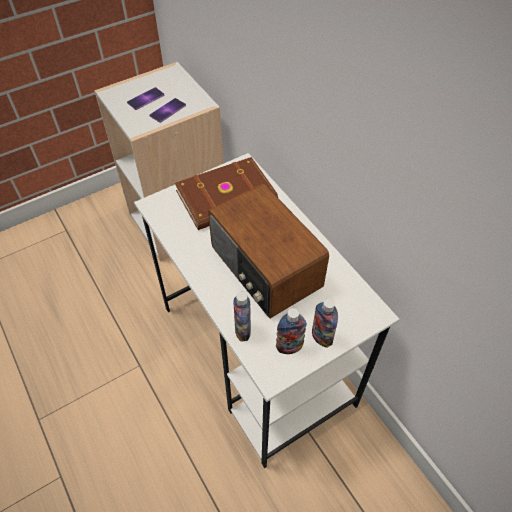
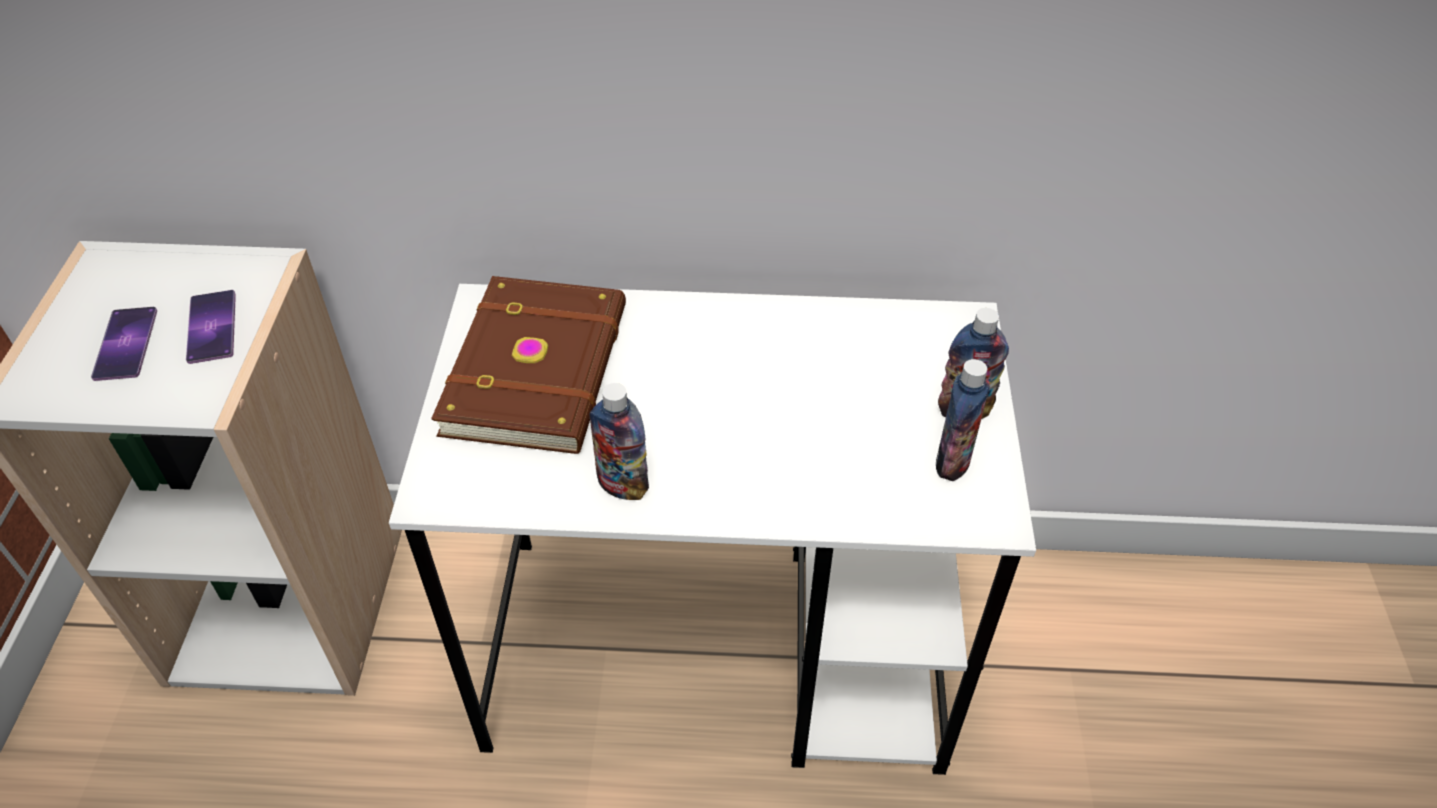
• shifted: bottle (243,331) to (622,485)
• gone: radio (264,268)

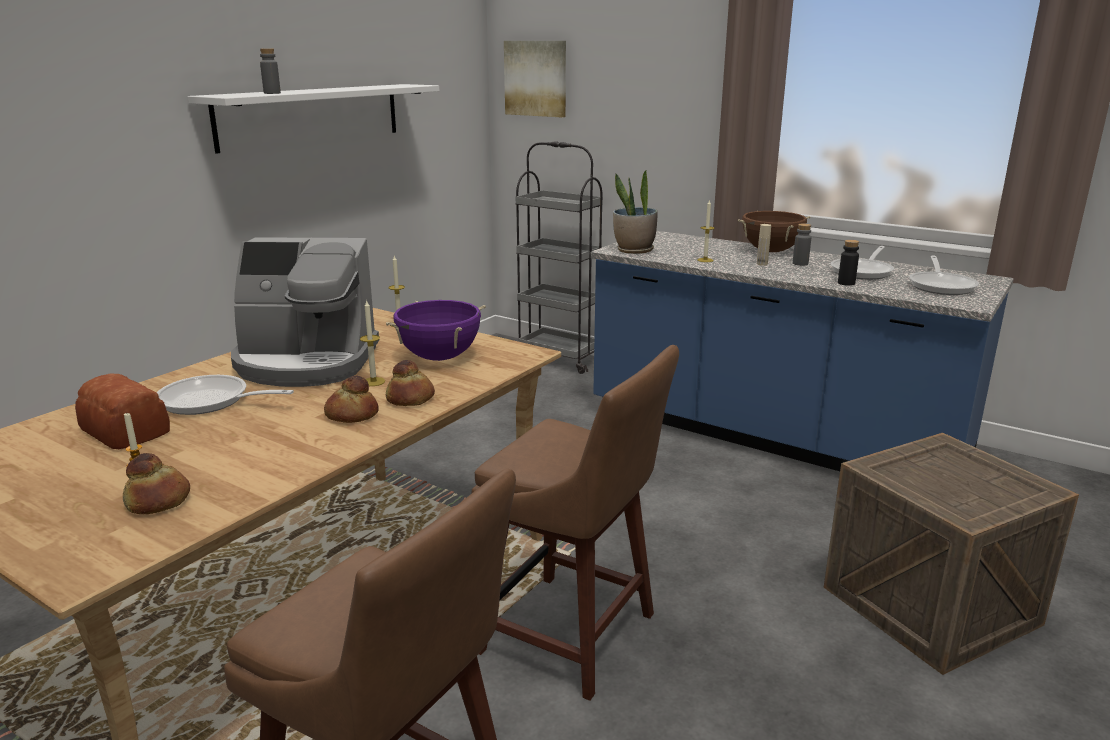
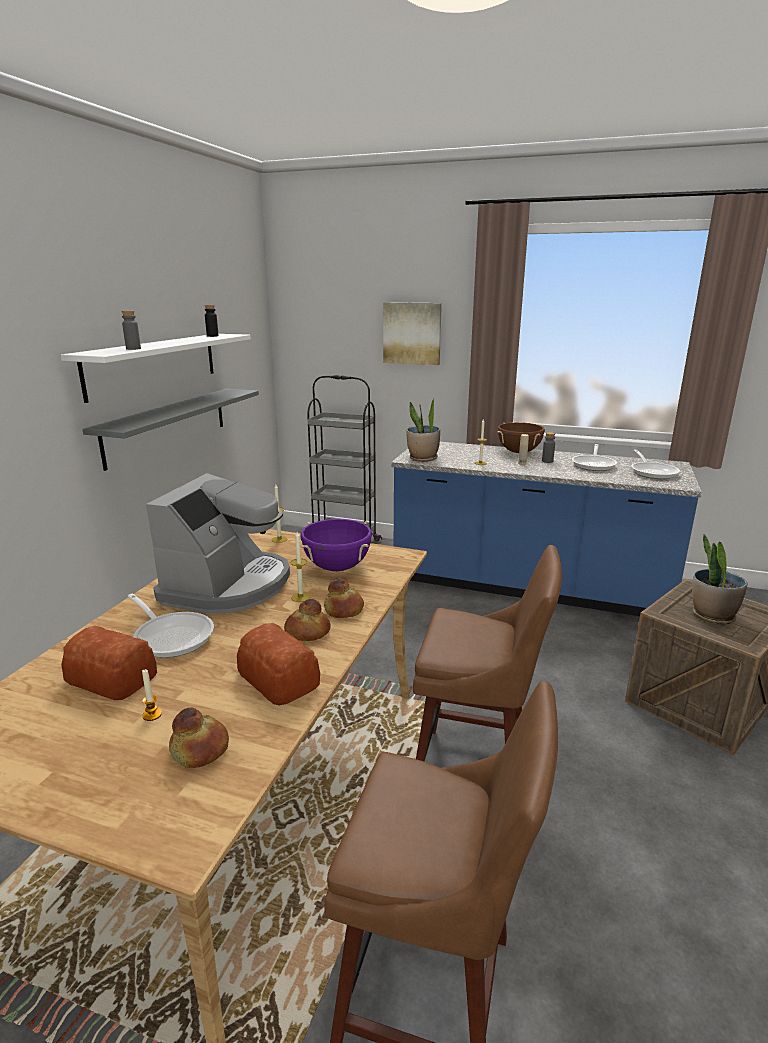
• new: shelf in grey (168,425)
• rotated: pan (210,401) = (171,636) 135 degrees counterclockwise
• rotated: coffee machine (306,363) = (228,585) 60 degrees counterclockwise
• shifted: bottle in black (846,283) to (212,336)
• new: baked bread (279,677)
• shifted: picture (536,78) to (412,333)
• new: potted plant (712,616)

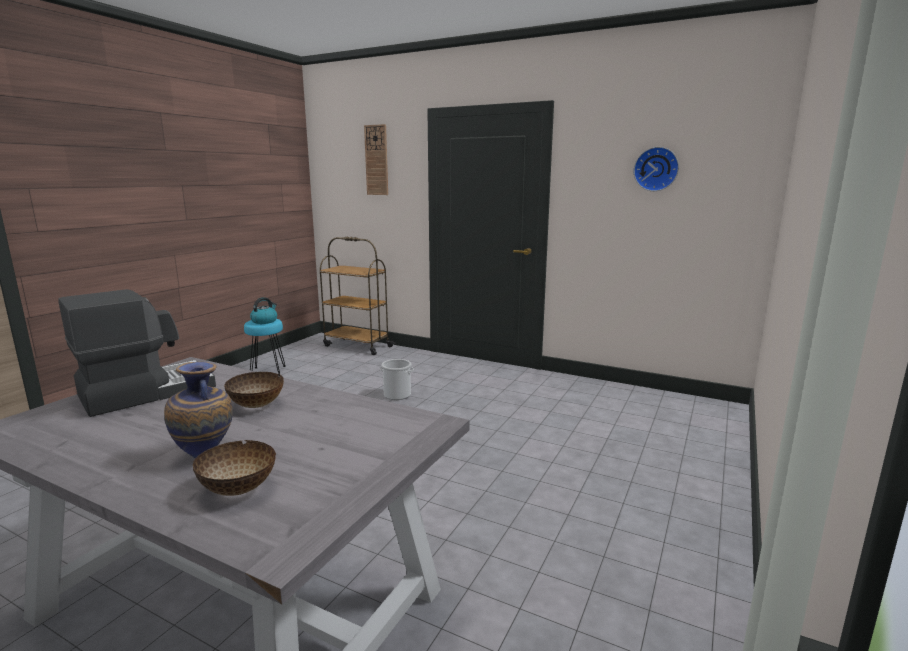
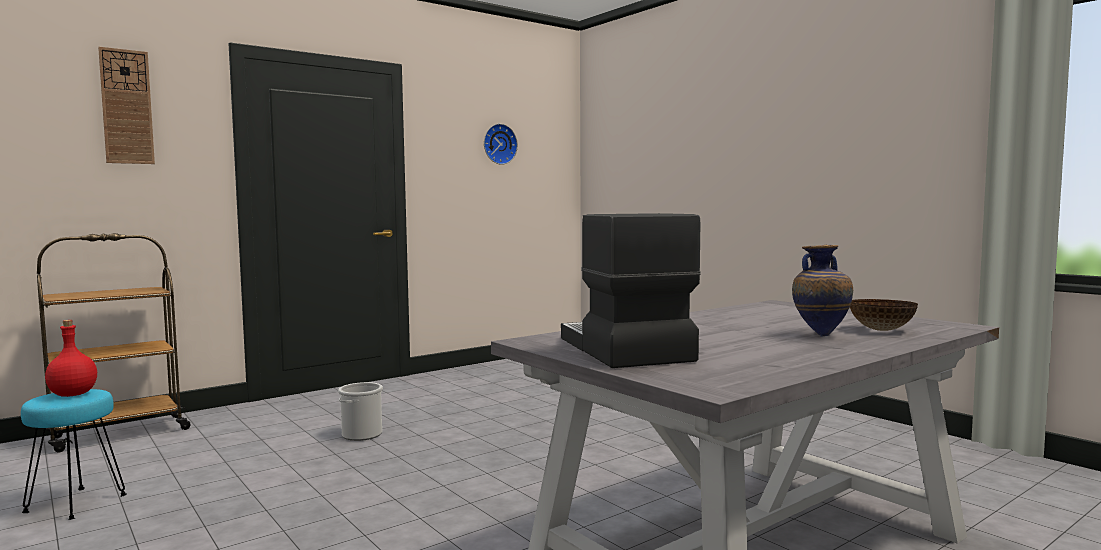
• swapped: tea kettle (264,321) to bottle in red-coloured (72,395)
• gone: bowl (256,405)

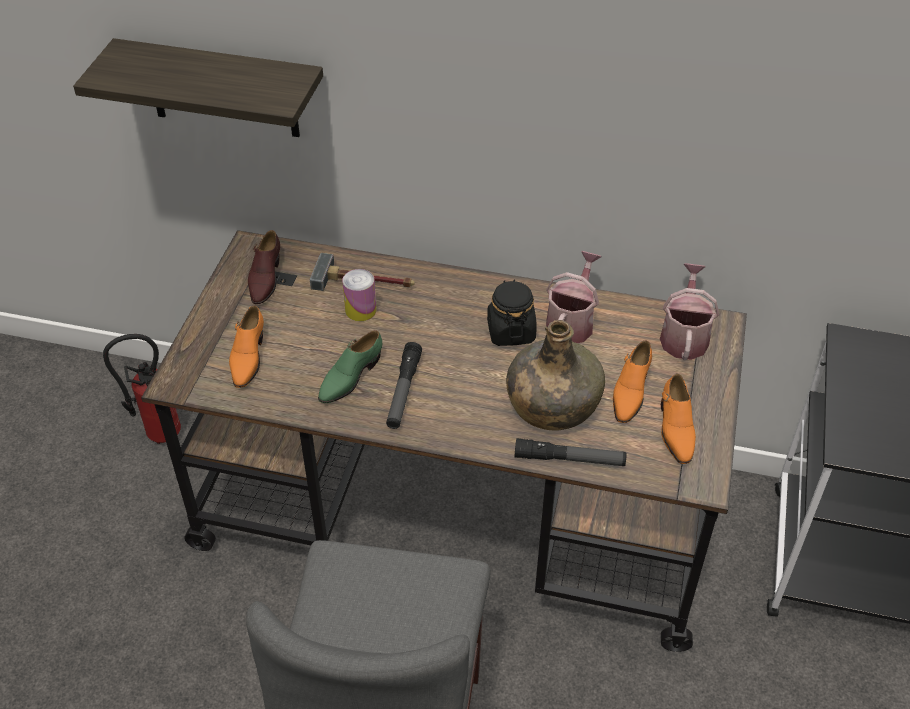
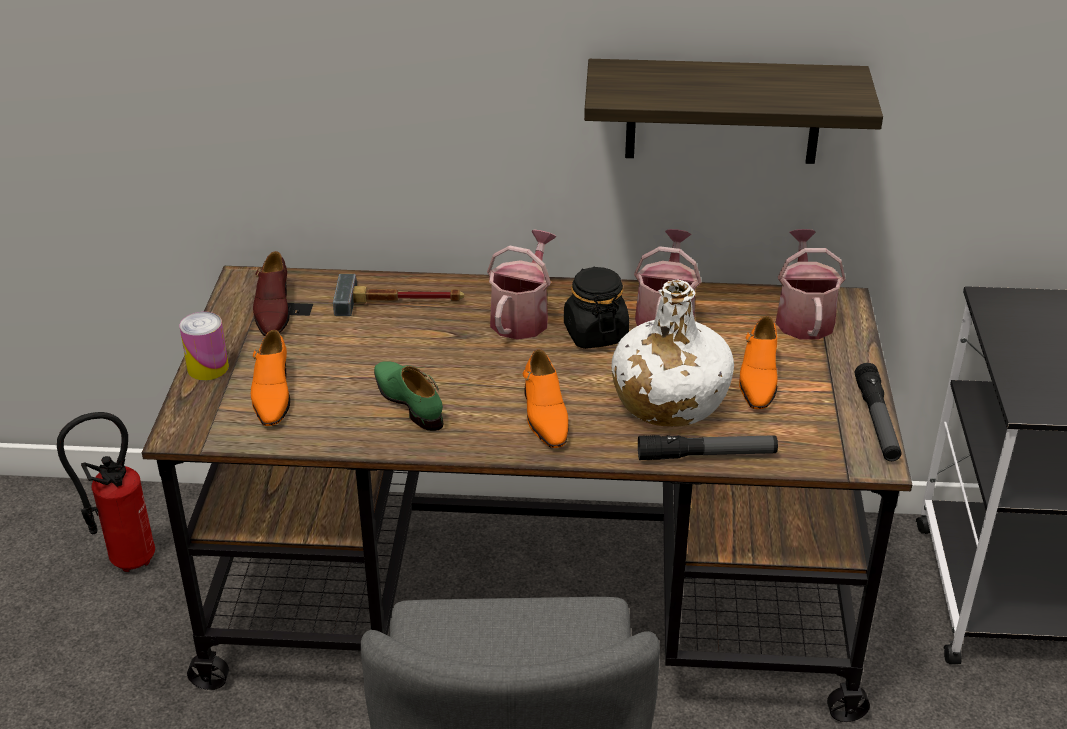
• shifted: metal can (360,310) to (208,368)
• rotated: item of footwear in green-coloured (350,377) = (409,401) 120 degrees clockwise
• new: sprinkling can (522,316)
• shifted: item of footwear in orange-coloured (675,429) to (544,416)
• shifted: shelf (222,89) to (723,111)
• repainted: bottle in green-coloured (552,405) to bottle in white-coloured (668,402)
• shifted: flashlight (403,391) to (877,421)

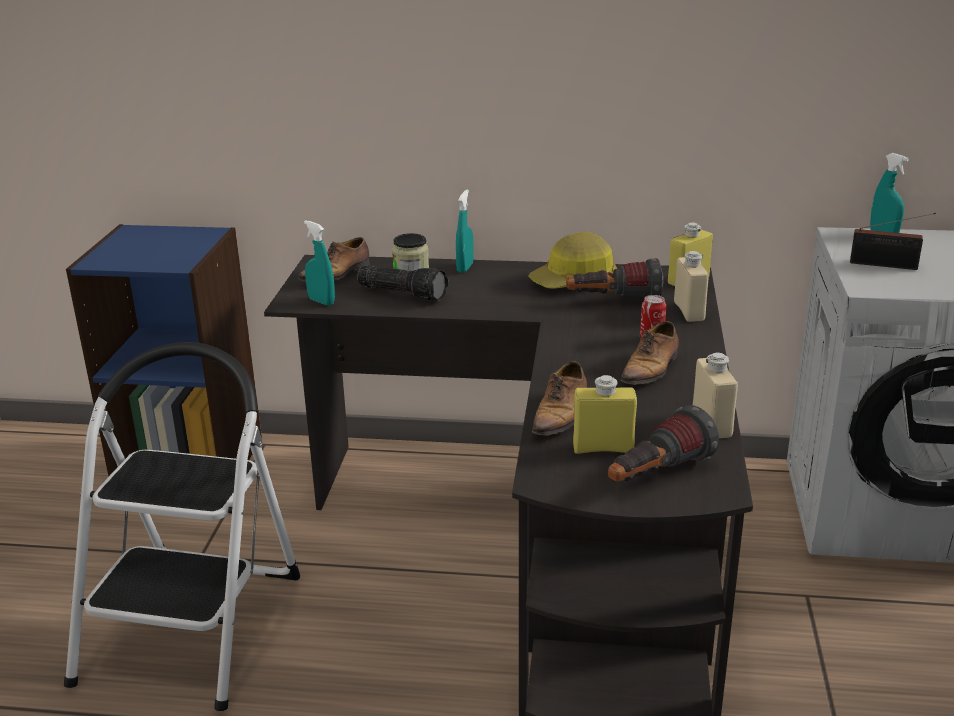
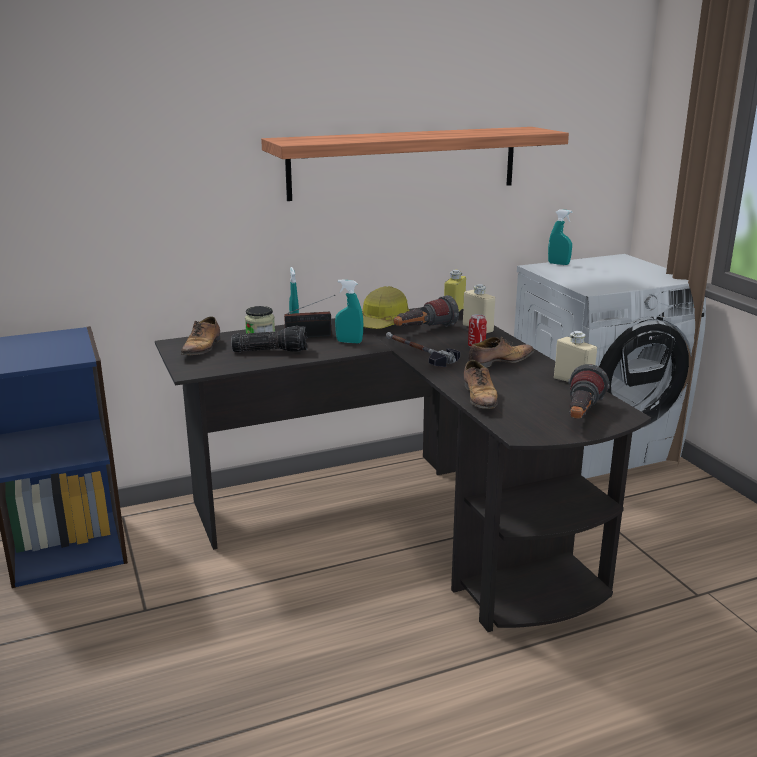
• new: shelf (404,162)
• shifted: radio (887,265) to (311,336)
• shifted: spray bottle in turquoise-coloured (321,301) to (349,342)
• new: tool hammer (418,352)
• rotated: item of footwear (650,369) = (498,362) 120 degrees counterclockwise
• gone: step ladder (196,624)
• gone: bottle in yellow-coloured (603,448)

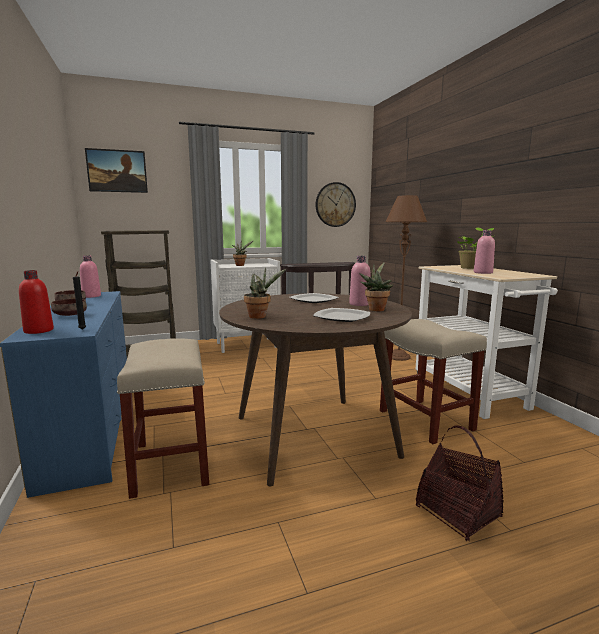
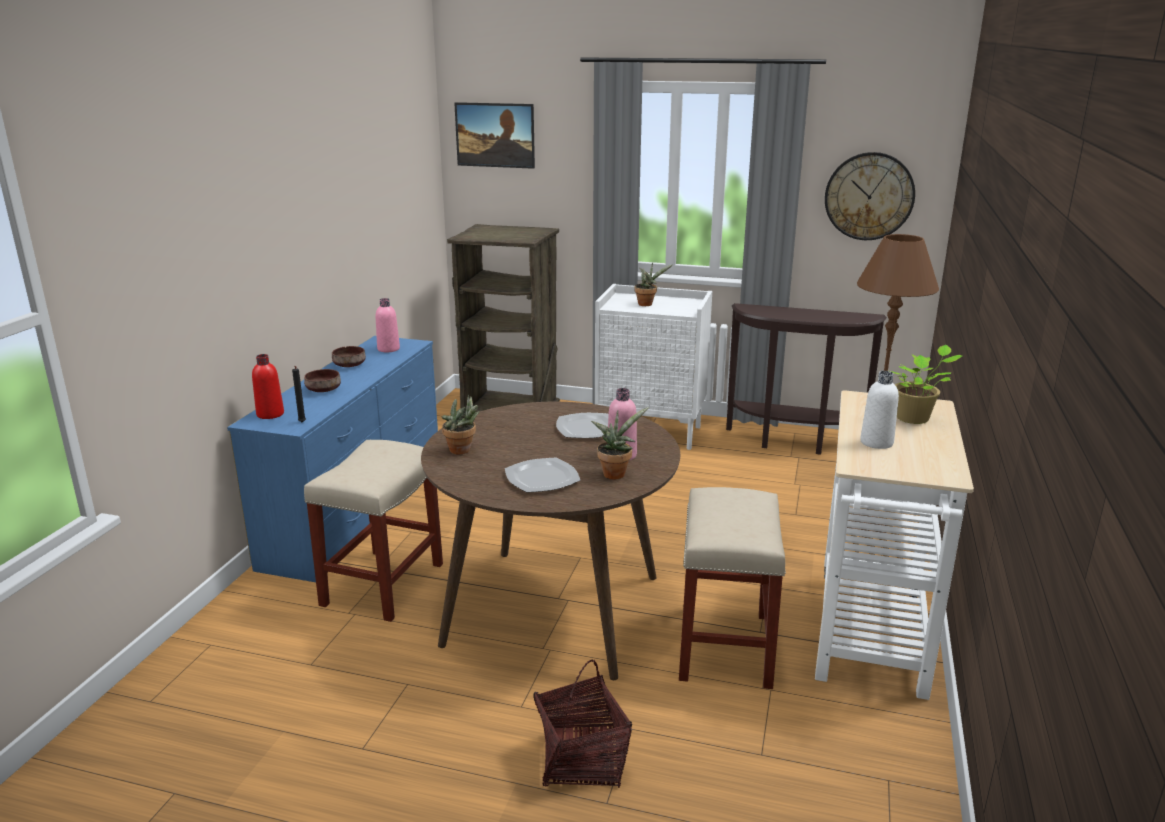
• repainted: bottle in pink (483,272) to bottle in white-coloured (876,442)

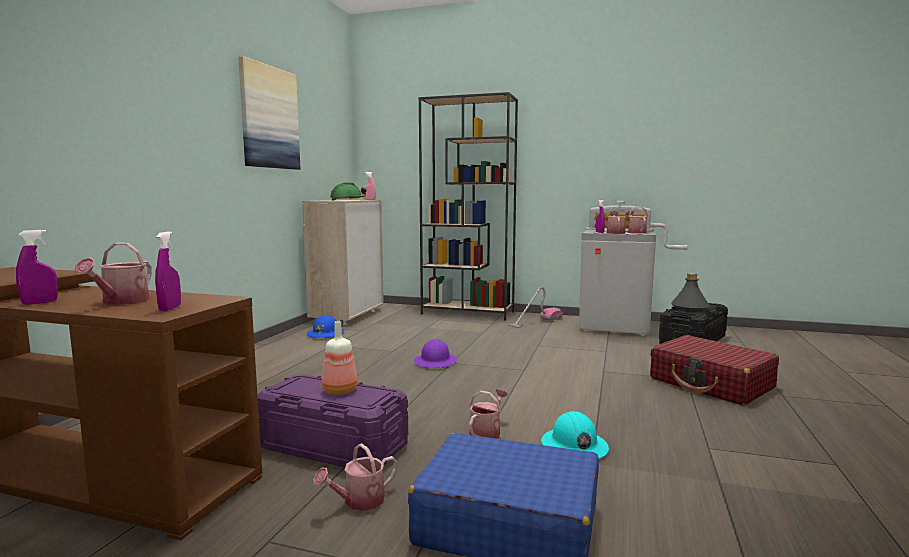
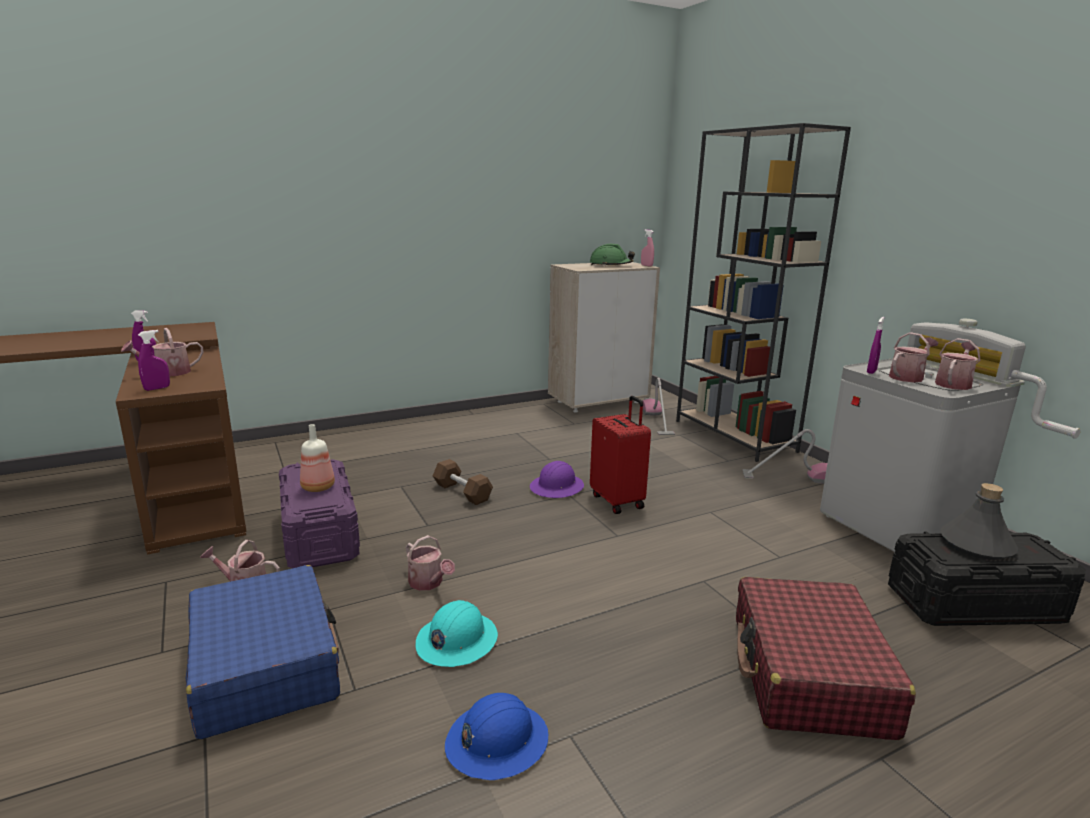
• rotated: sprinkling can (487,432) = (428,583) 60 degrees clockwise
• new: dumbbell in brown-coloured (462,492)
• shifted: safety helmet in blue-coloured (325,334) to (496,741)
• new: piece of luggage in red-coloured (618,501)
• new: vacuum cleaner (656,421)
• gone: picture (269,118)

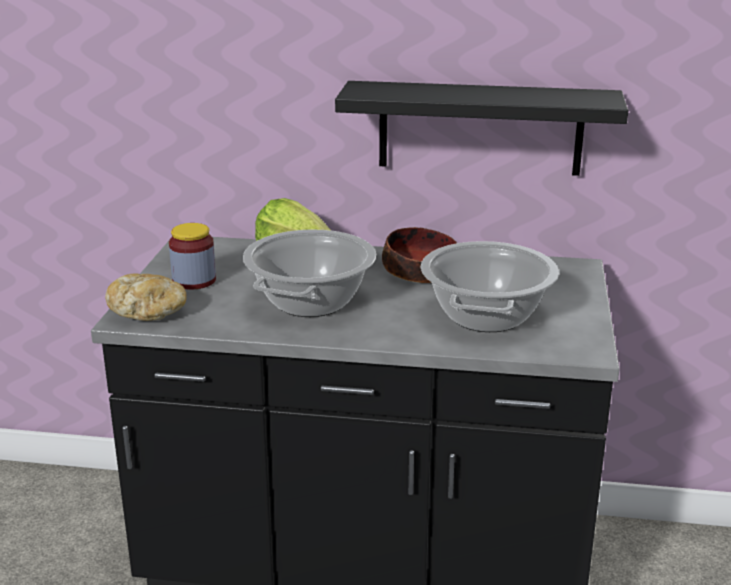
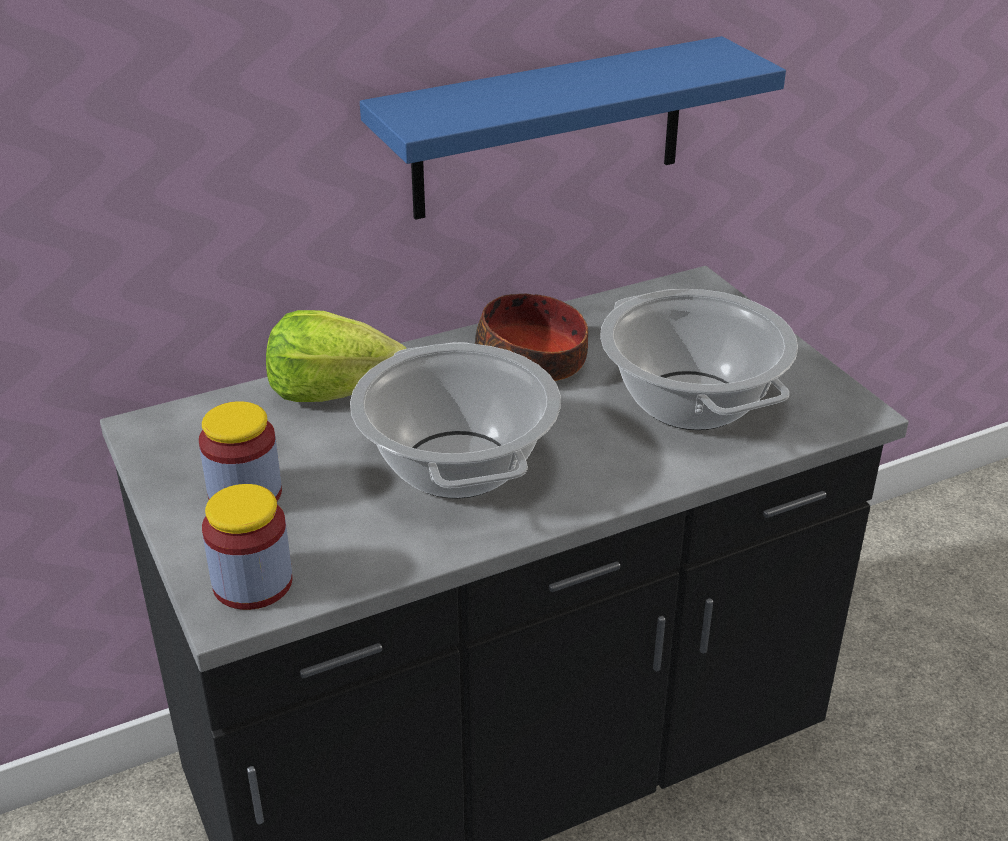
• swapped: baked bread (149,313) to preserve jar (252,583)
• repainted: shelf in black (480,128) to shelf in blue-coloured (549,129)

